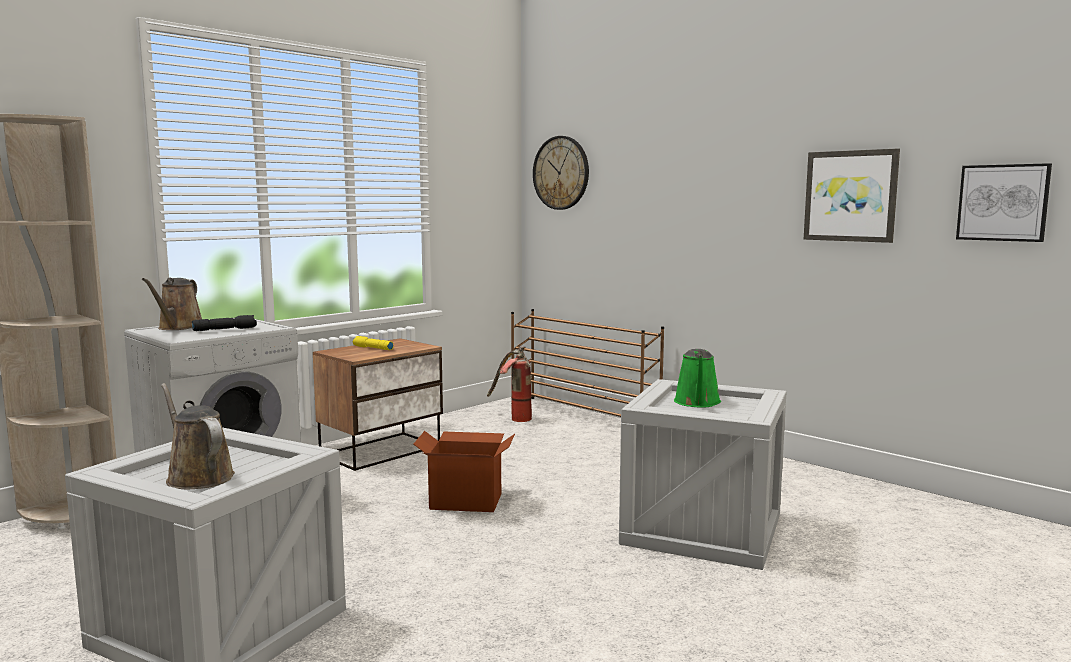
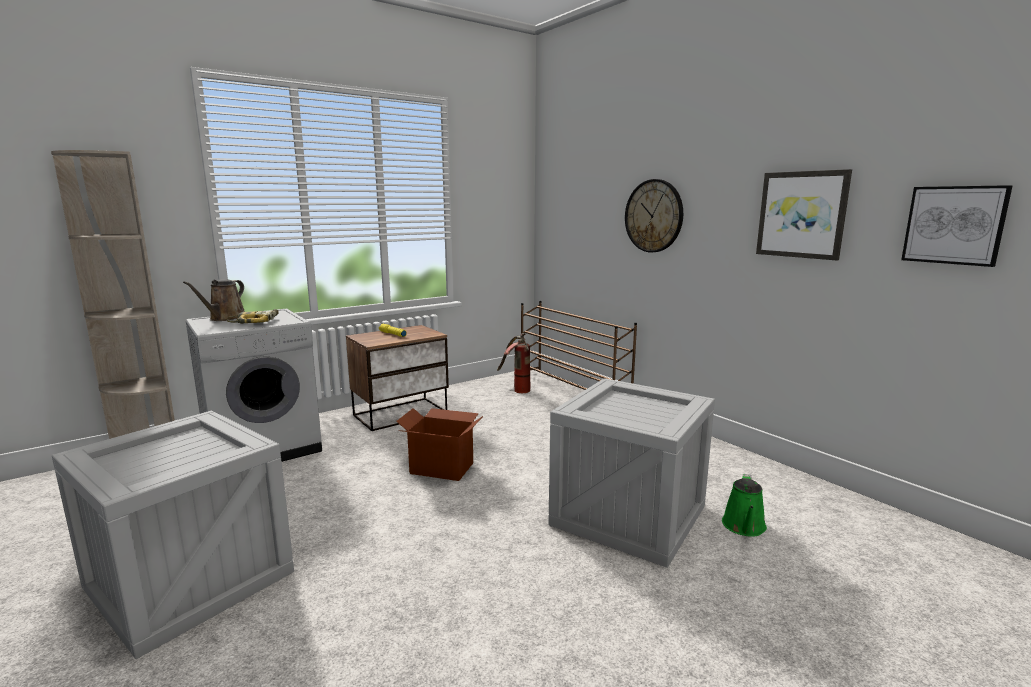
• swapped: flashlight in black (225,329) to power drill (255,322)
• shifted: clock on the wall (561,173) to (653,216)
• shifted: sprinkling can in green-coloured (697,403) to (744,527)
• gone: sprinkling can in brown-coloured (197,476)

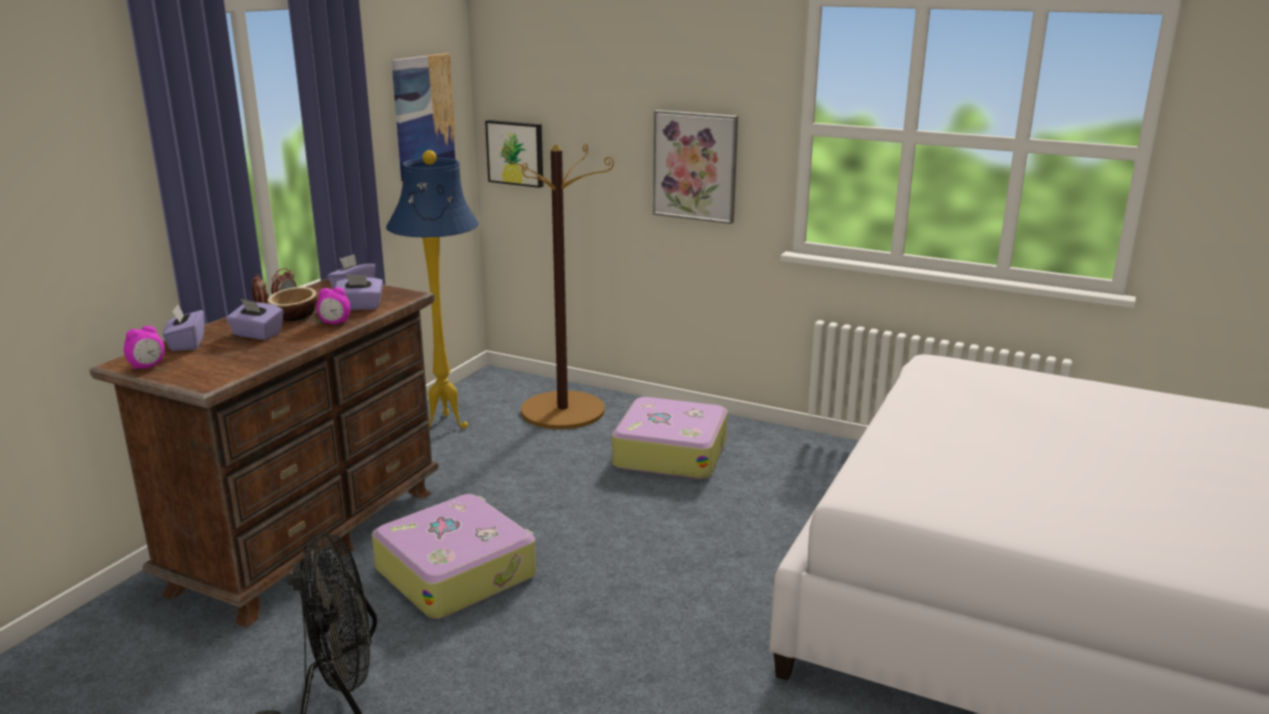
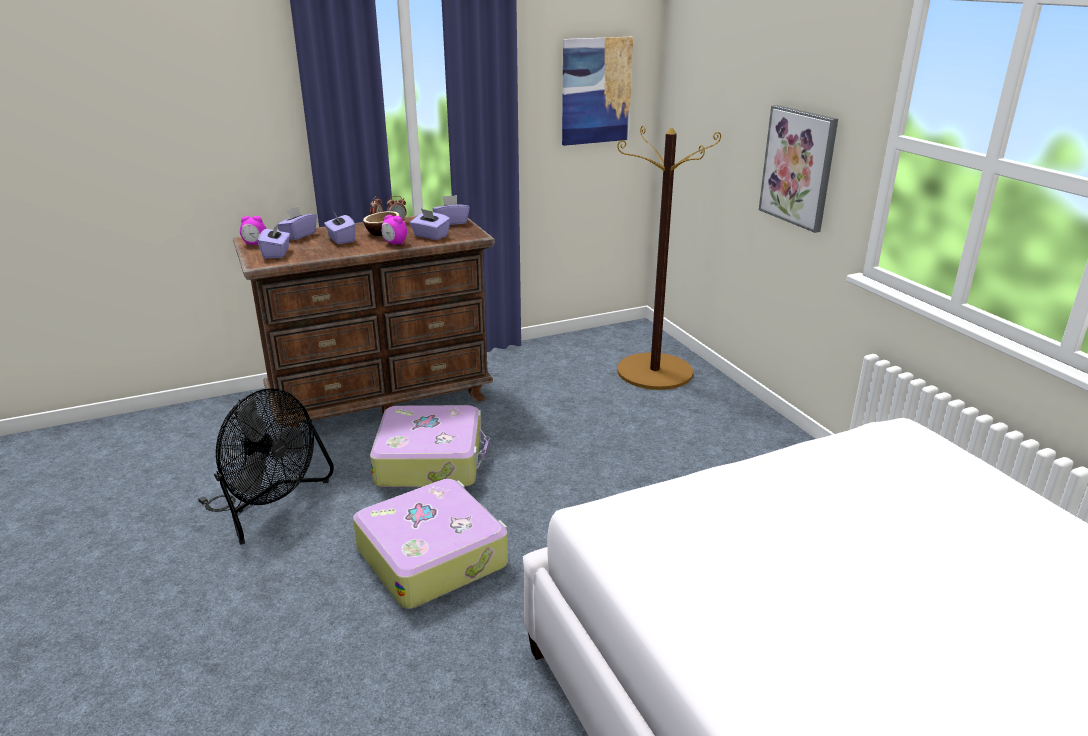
• new: tissue box in purplish (277,253)
• shifted: piece of luggage (670,452) to (433,556)
• gone: standard lamp in blue-coloured (447,424)
• gone: picture (516,153)

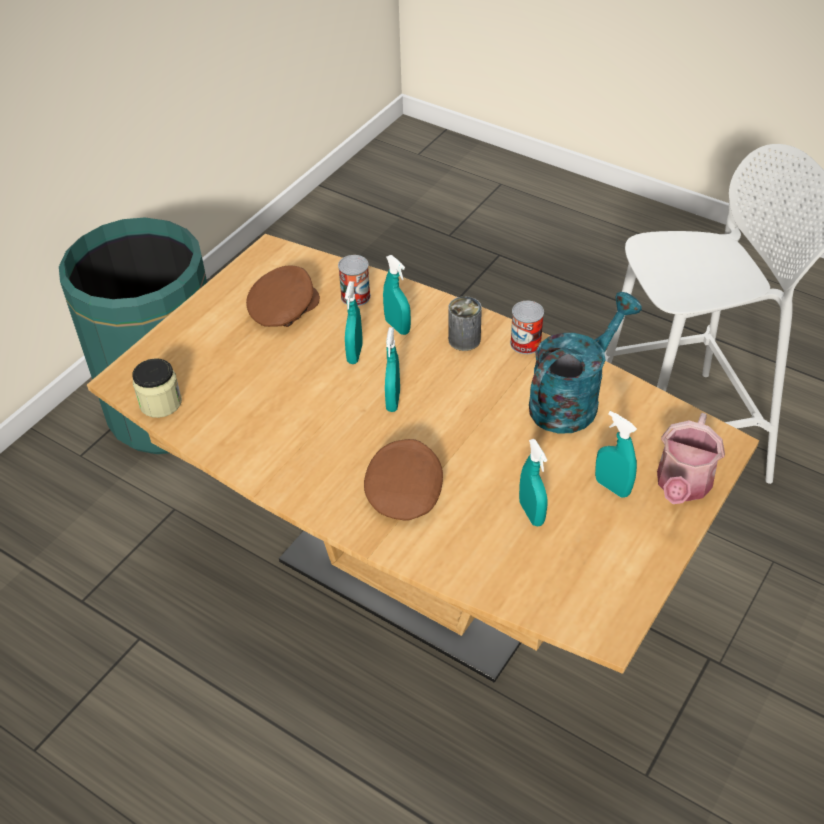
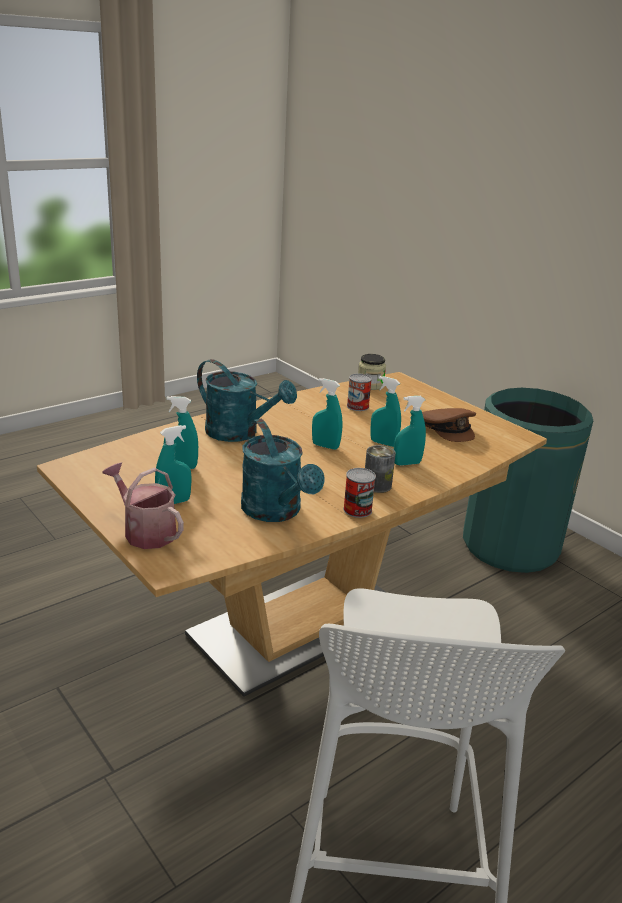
• swapped: peaked cap in brown-coloured (404,491) to sprinkling can in turquoise-coloured (240,433)
• shifted: metal can (355,296) to (357,406)

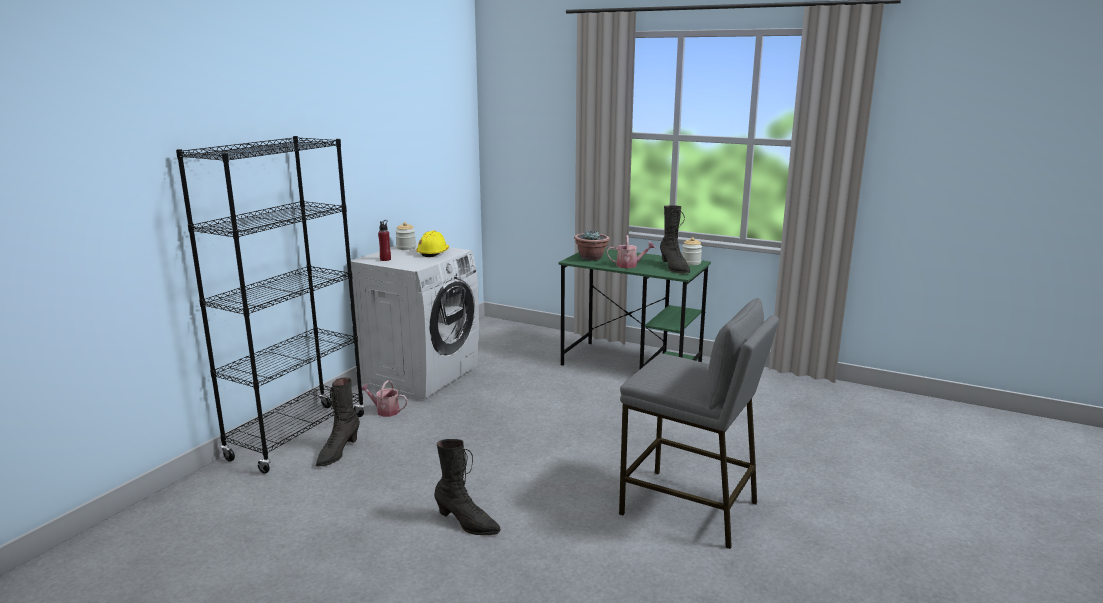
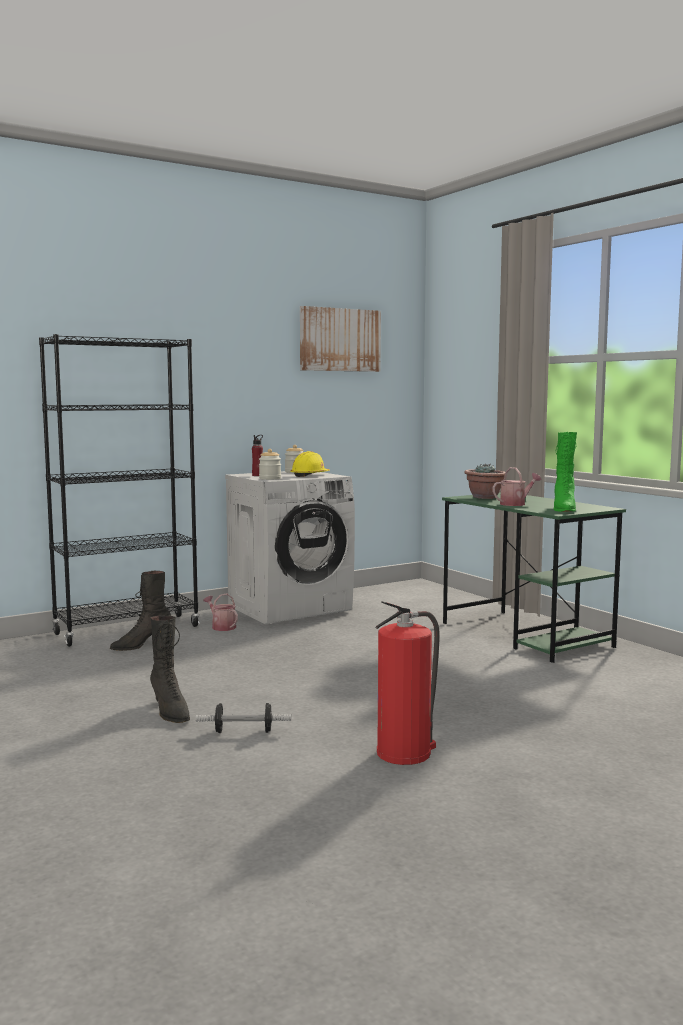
• new: dumbbell (243,731)
• shifted: preserve jar (691,263) to (270,478)
• new: picture (339,340)
• swapped: stool in grey (689,508) to extinguisher (405,753)
• rotated: sprinkling can (630,265) = (515,504) 60 degrees counterclockwise
• repainted: tall boot in black (674,268) to tall boot in green-coloured (564,509)

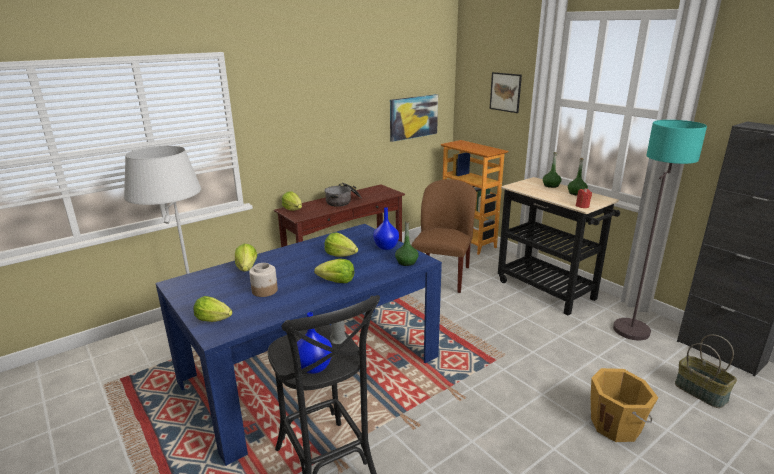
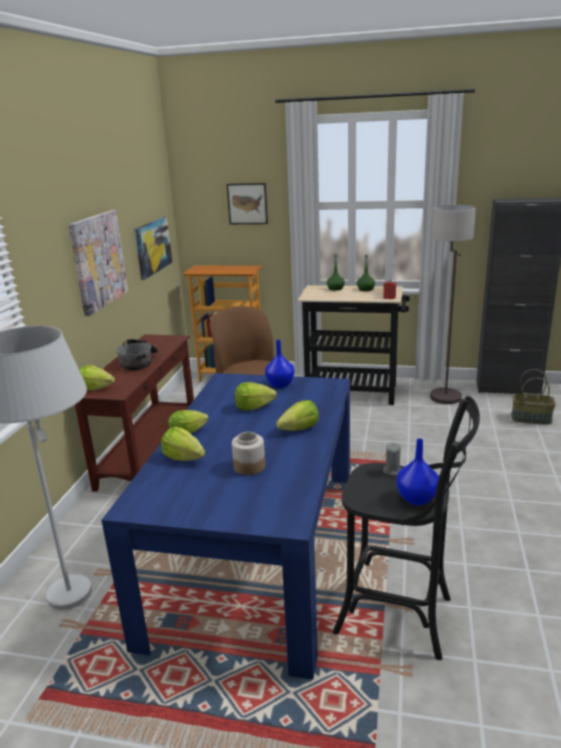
• new: picture (98,261)
• shifted: head of lettuce (215,320) to (190,432)
• repainted: standard lamp in turquoise-coloured (634,326) to standard lamp in grey (443,393)
• gone: bottle in green-coloured (406,262)
• gone: water bucket in orange-coloured (616,425)

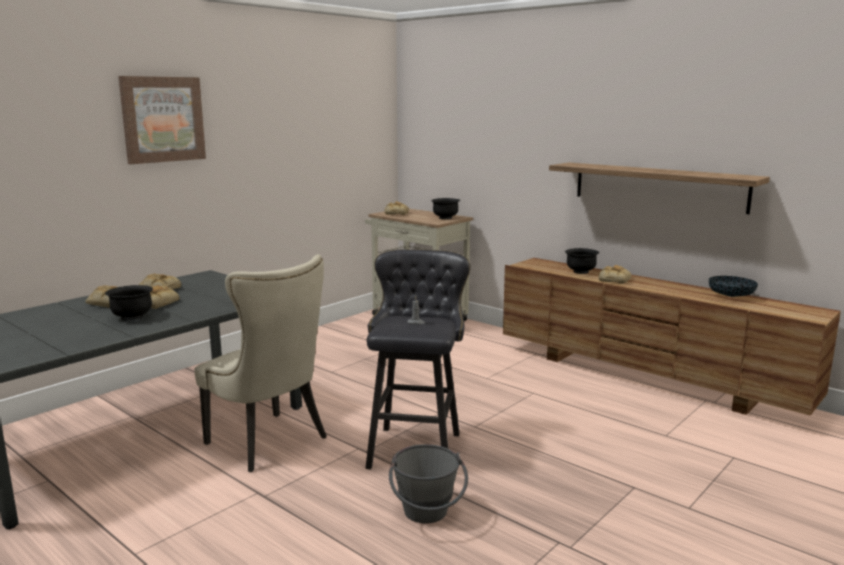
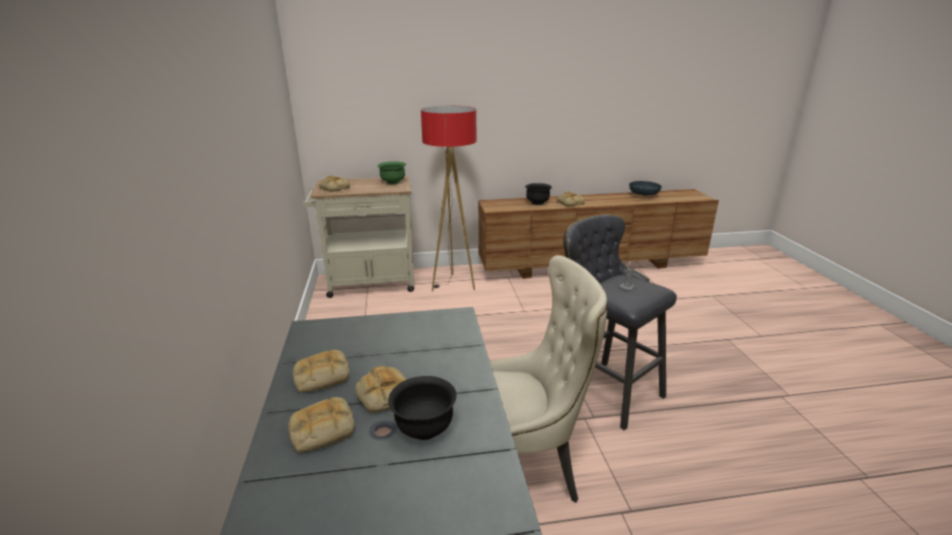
• repainted: bowl in black (445,218) to bowl in green-coloured (393,182)
• new: standard lamp (452,285)
• gone: picture (162,119)
• gone: water bucket in grey (427,516)
• gone: shelf (658,186)

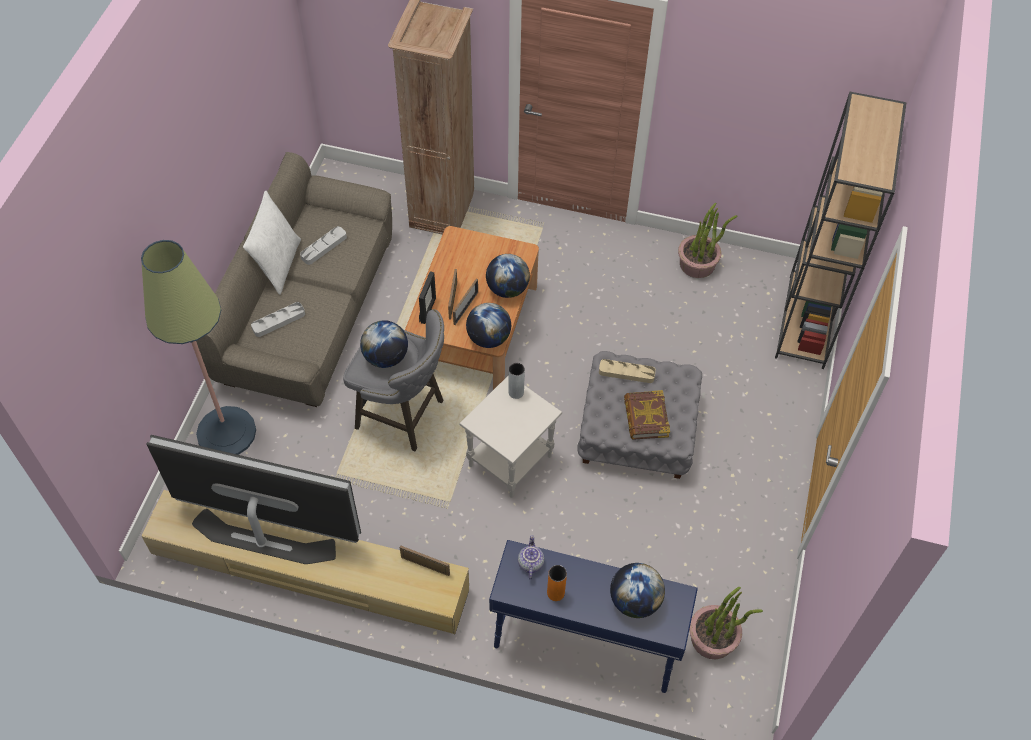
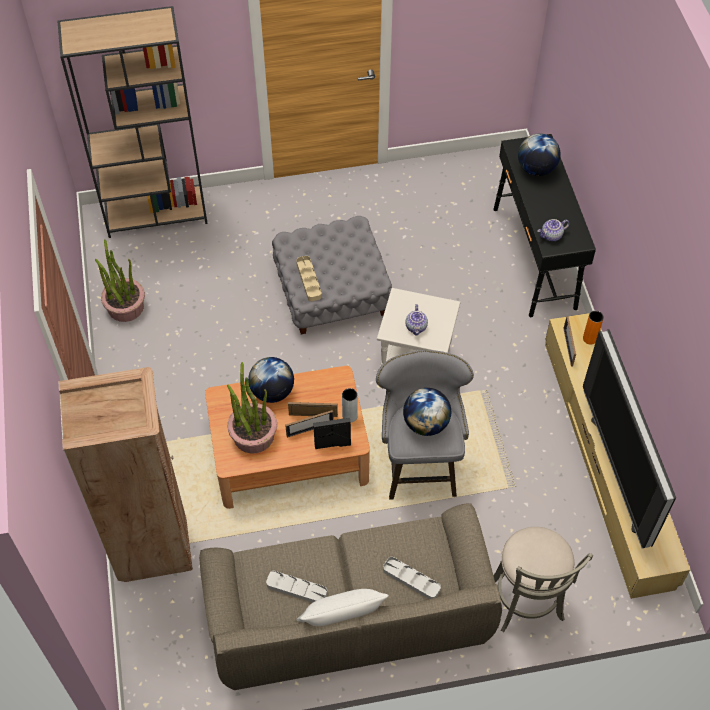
• shifted: potted plant (713,638) to (253,435)
• shifted: decorative vase in grey (516,392) to (349,416)
• new: tea pot (416,327)
• repainted: hall table in blue-coloured (586,641) to hall table in black (533,258)
• swapped: standard lamp (226,432) to stool in grey (526,604)
• shifted: decorative vase in orange-coloured (555,593) to (589,338)
• gone: globe (488,338)
• gone: bound book (645,417)

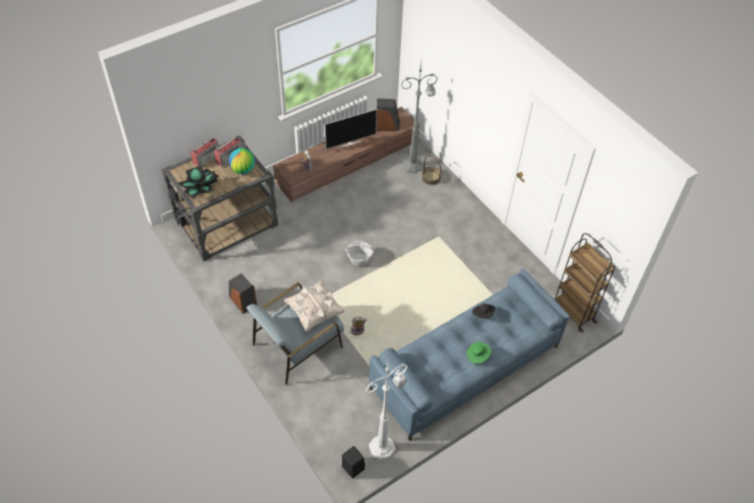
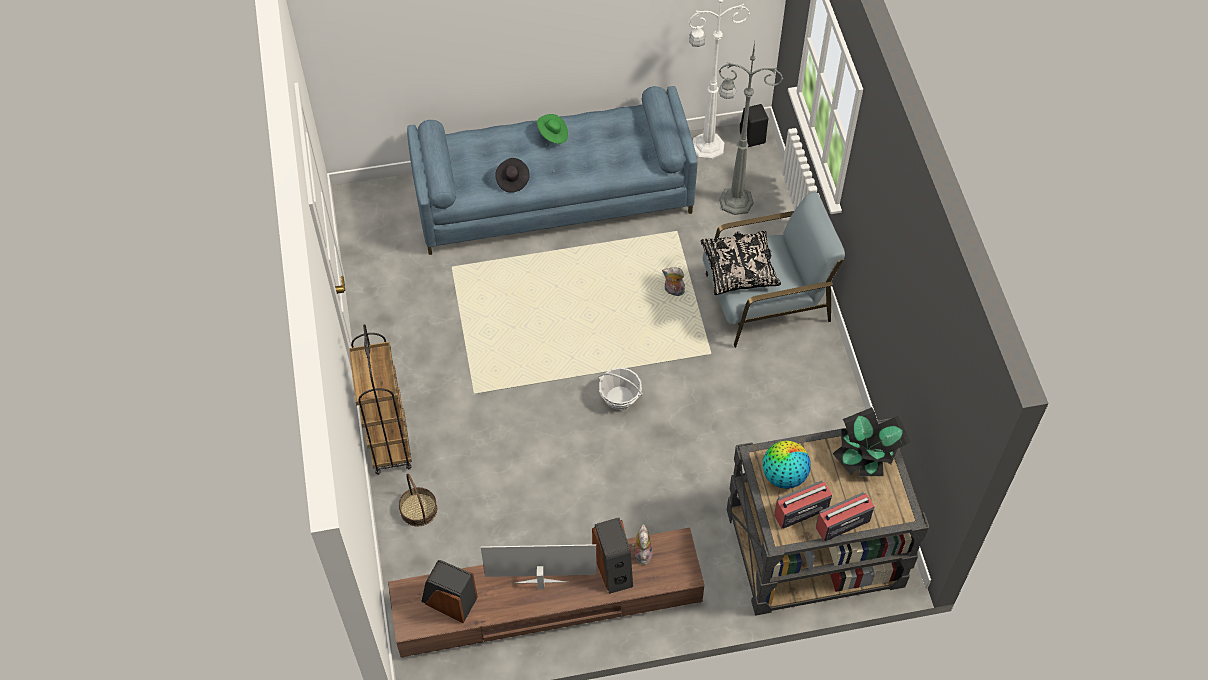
• shifted: trolley in brown-coloured (573,312) to (389,445)
• shifted: loudspeaker (242,301) to (613,568)
• repainted: pillow in sand-coloured (314,311) to pillow in black (739,271)
• shifted: standard lamp in grey (413,165) to (734,201)

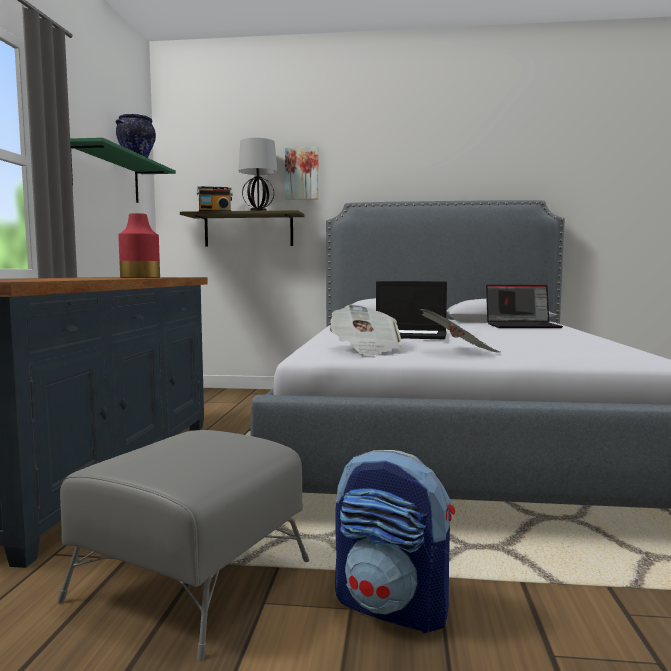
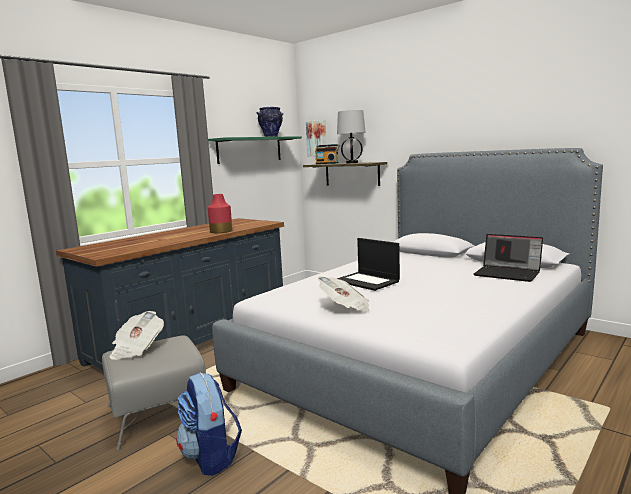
• shifted: daily paper (365,350) to (137,349)
• shifted: picture (302,174) to (317,138)

